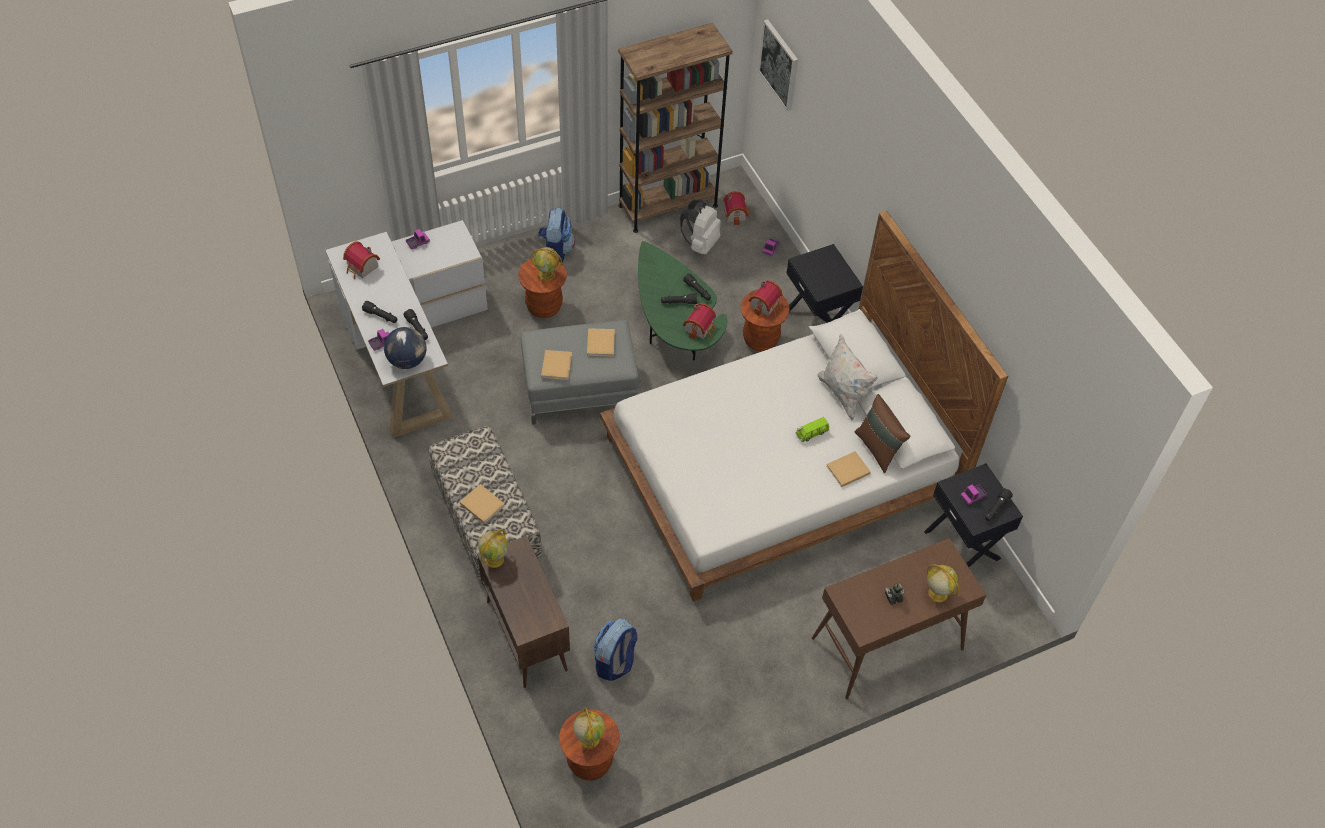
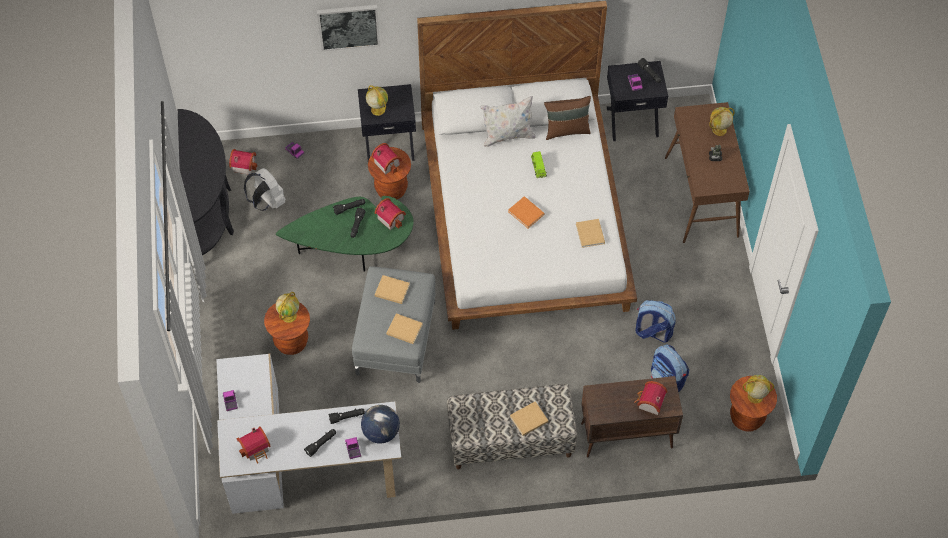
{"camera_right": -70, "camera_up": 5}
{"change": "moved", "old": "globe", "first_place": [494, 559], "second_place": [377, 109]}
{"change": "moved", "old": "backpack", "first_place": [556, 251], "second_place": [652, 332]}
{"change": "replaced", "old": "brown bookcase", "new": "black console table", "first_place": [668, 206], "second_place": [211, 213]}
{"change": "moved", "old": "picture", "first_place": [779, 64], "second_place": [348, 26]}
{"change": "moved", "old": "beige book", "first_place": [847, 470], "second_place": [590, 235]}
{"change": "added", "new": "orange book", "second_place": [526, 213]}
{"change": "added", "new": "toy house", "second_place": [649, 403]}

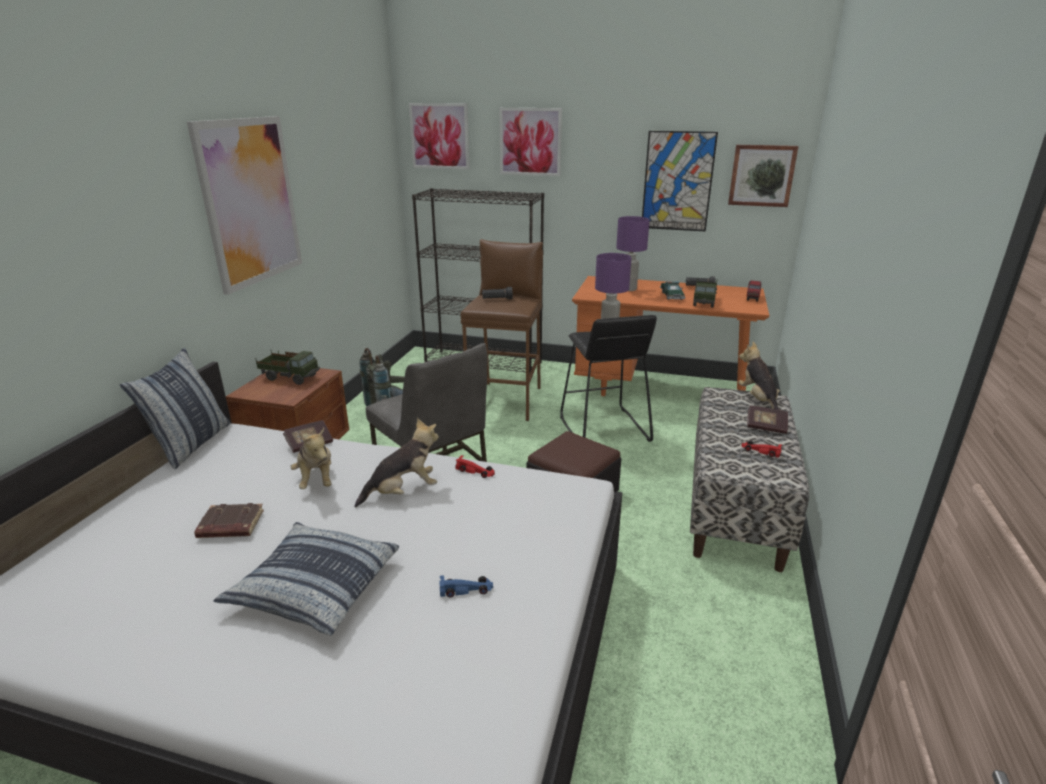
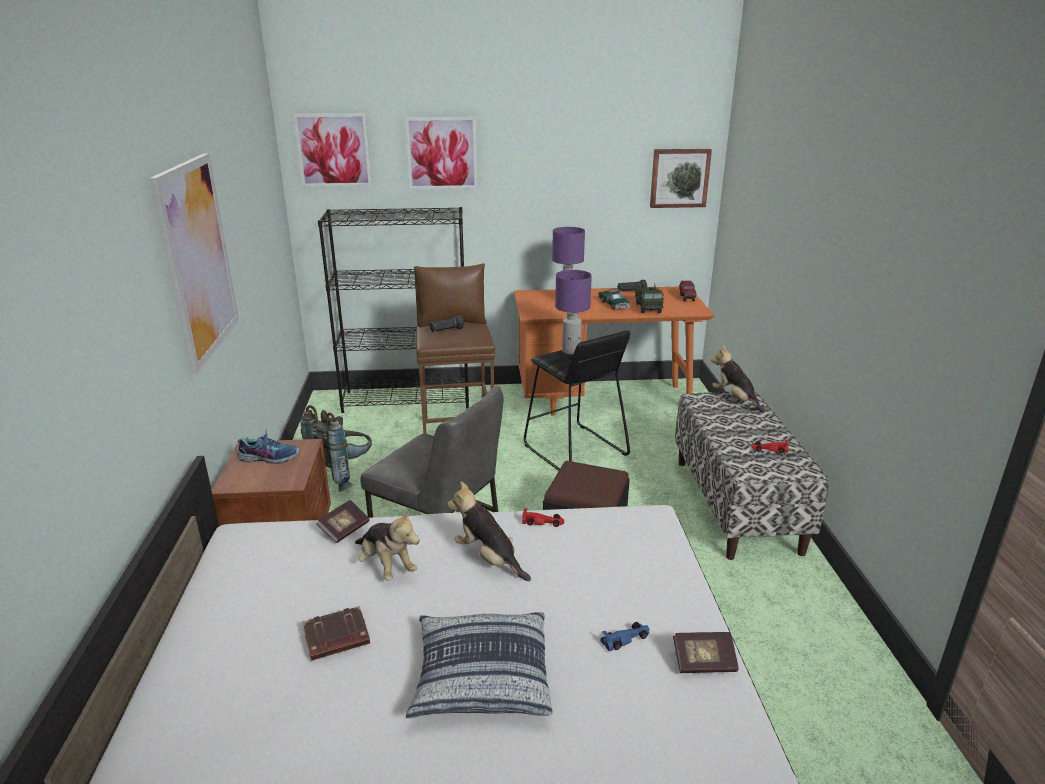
{"camera_right": -20, "camera_up": 0}
{"change": "removed", "old": "pillow", "first_place": [191, 444]}
{"change": "replaced", "old": "toy truck", "new": "shoe", "first_place": [290, 377], "second_place": [269, 457]}
{"change": "turned", "old": "plush toy", "first_place": [403, 492], "second_place": [488, 559], "degrees": -90}
{"change": "removed", "old": "picture", "first_place": [677, 181]}
{"change": "moved", "old": "book", "first_place": [766, 427], "second_place": [704, 662]}

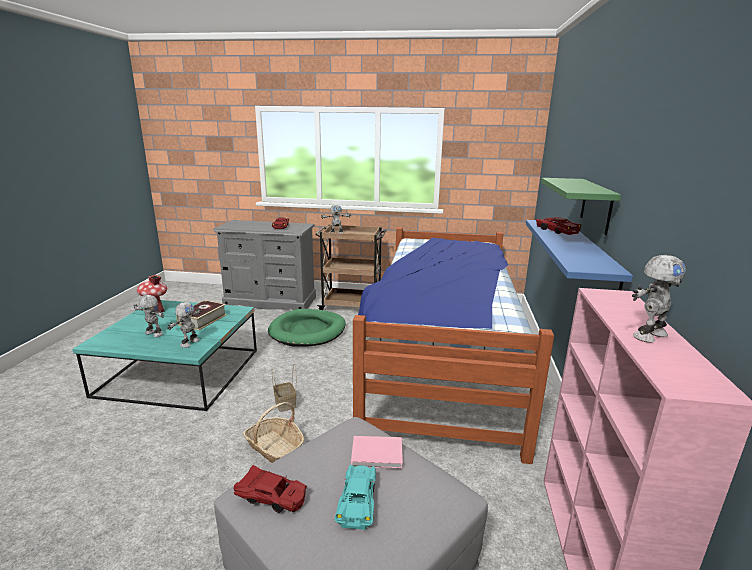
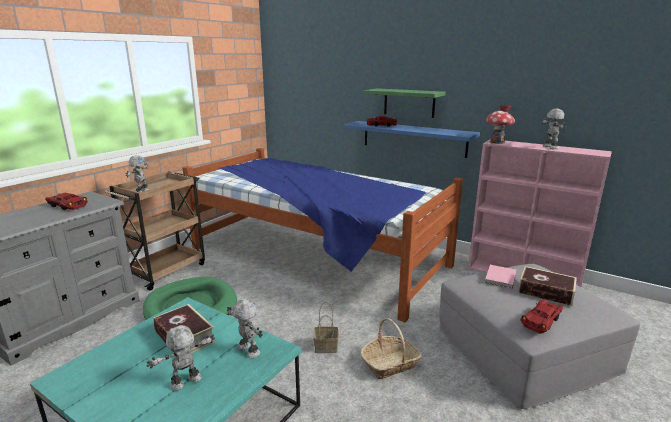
{"camera_right": -65, "camera_up": 0}
{"change": "moved", "old": "toy house", "first_place": [155, 310], "second_place": [497, 142]}
{"change": "replaced", "old": "turquoise toy car", "new": "book", "first_place": [358, 501], "second_place": [545, 291]}

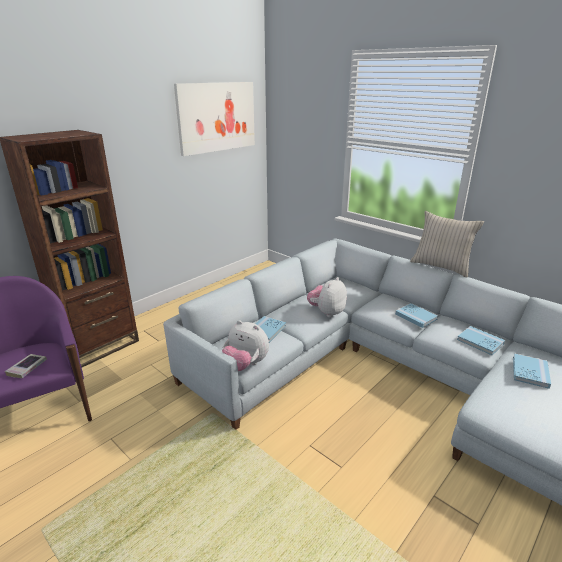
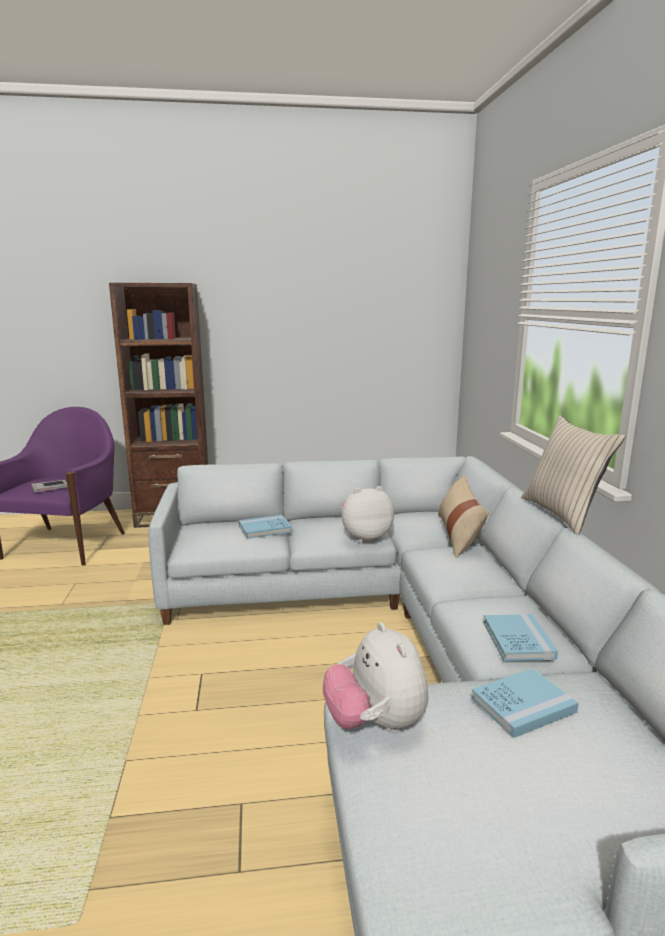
{"camera_right": 40, "camera_up": -10}
{"change": "removed", "old": "picture", "first_place": [217, 117]}
{"change": "moved", "old": "plush toy", "first_place": [245, 365], "second_place": [375, 723]}
{"change": "removed", "old": "blue book", "first_place": [415, 317]}
{"change": "added", "new": "beige pillow", "second_place": [459, 535]}

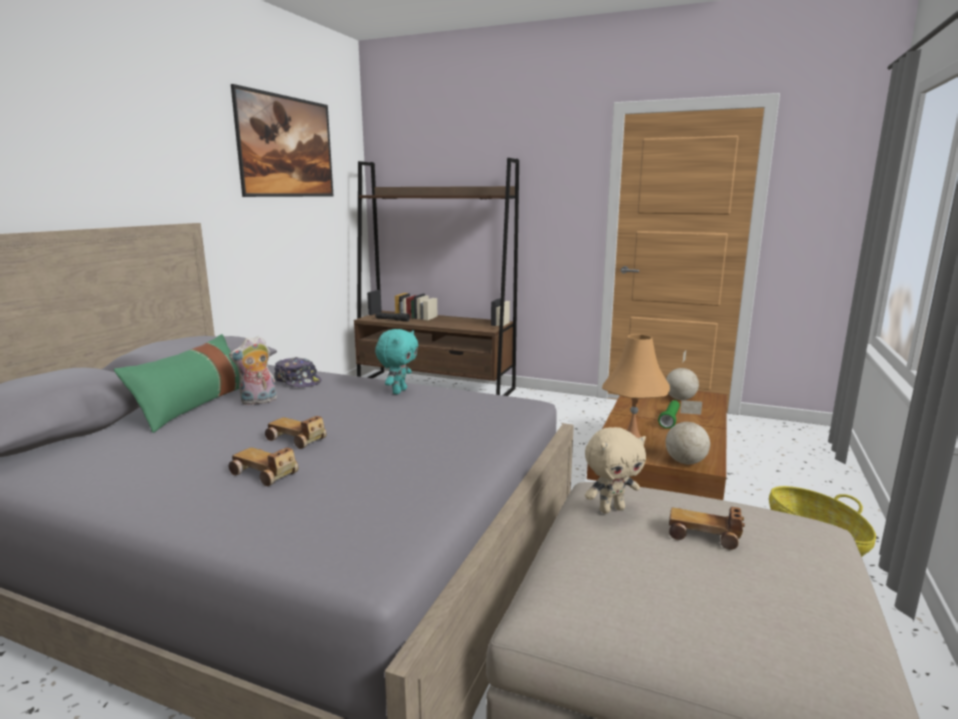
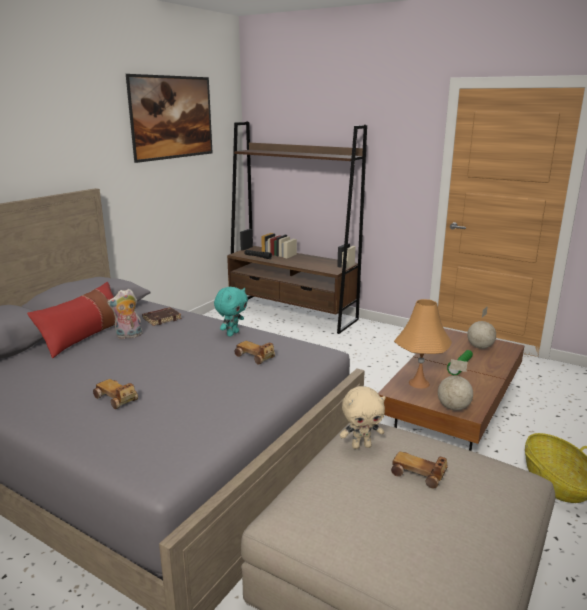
{"camera_right": 10, "camera_up": 5}
{"change": "recoloured", "old": "green pillow", "new": "red pillow", "first_place": [194, 405], "second_place": [84, 336]}
{"change": "moved", "old": "toy car", "first_place": [297, 440], "second_place": [255, 357]}
{"change": "replaced", "old": "cap", "new": "brown book", "first_place": [298, 381], "second_place": [162, 319]}

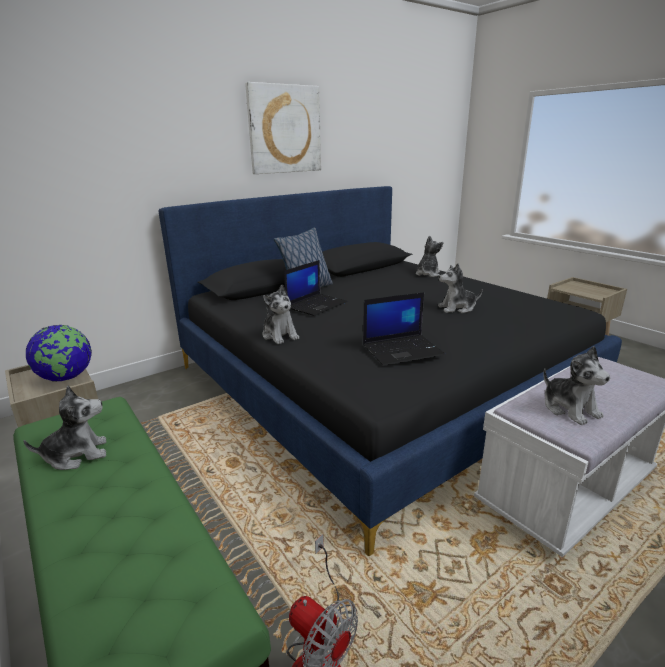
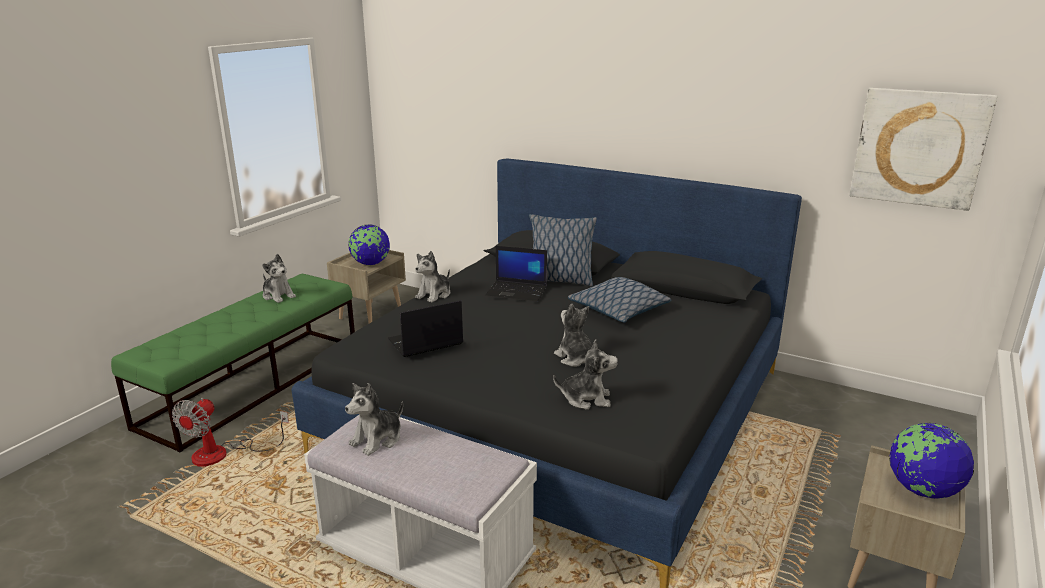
{"camera_right": 65, "camera_up": 0}
{"change": "moved", "old": "picture", "first_place": [284, 129], "second_place": [919, 148]}
{"change": "turned", "old": "laptop", "first_place": [403, 349], "second_place": [425, 342], "degrees": 105}
{"change": "moved", "old": "plush toy", "first_place": [427, 274], "second_place": [586, 399]}
{"change": "added", "new": "pillow", "second_place": [619, 310]}
{"change": "added", "new": "globe", "second_place": [922, 490]}

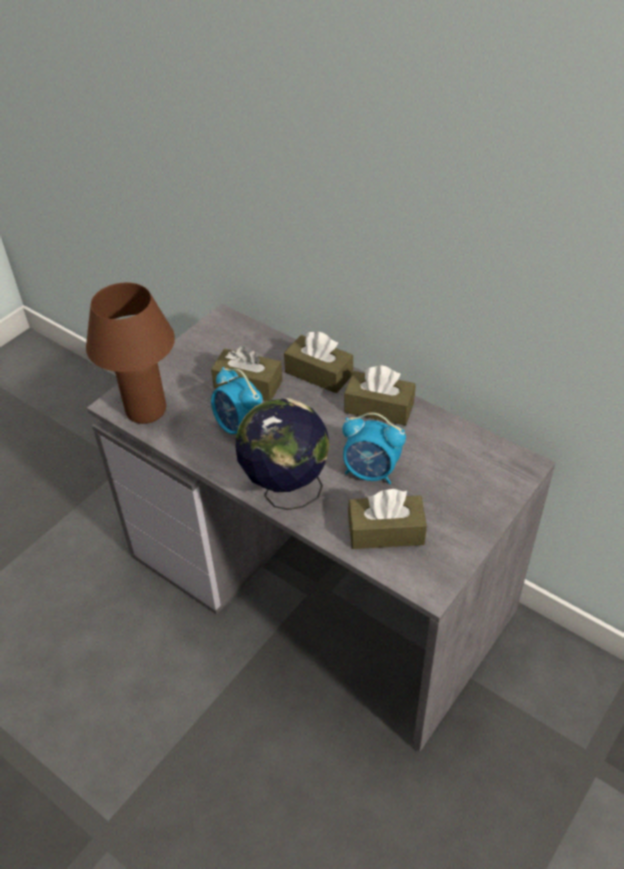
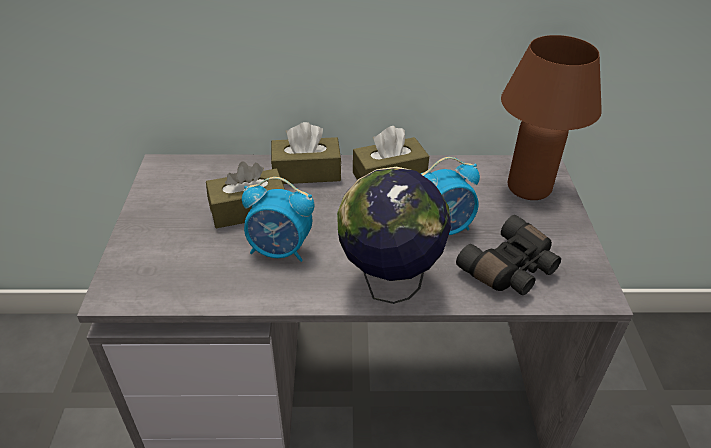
{"camera_right": -40, "camera_up": -5}
{"change": "moved", "old": "brown table lamp", "first_place": [146, 410], "second_place": [529, 188]}
{"change": "replaced", "old": "brown tissue box", "new": "black binoculars", "first_place": [386, 531], "second_place": [511, 269]}

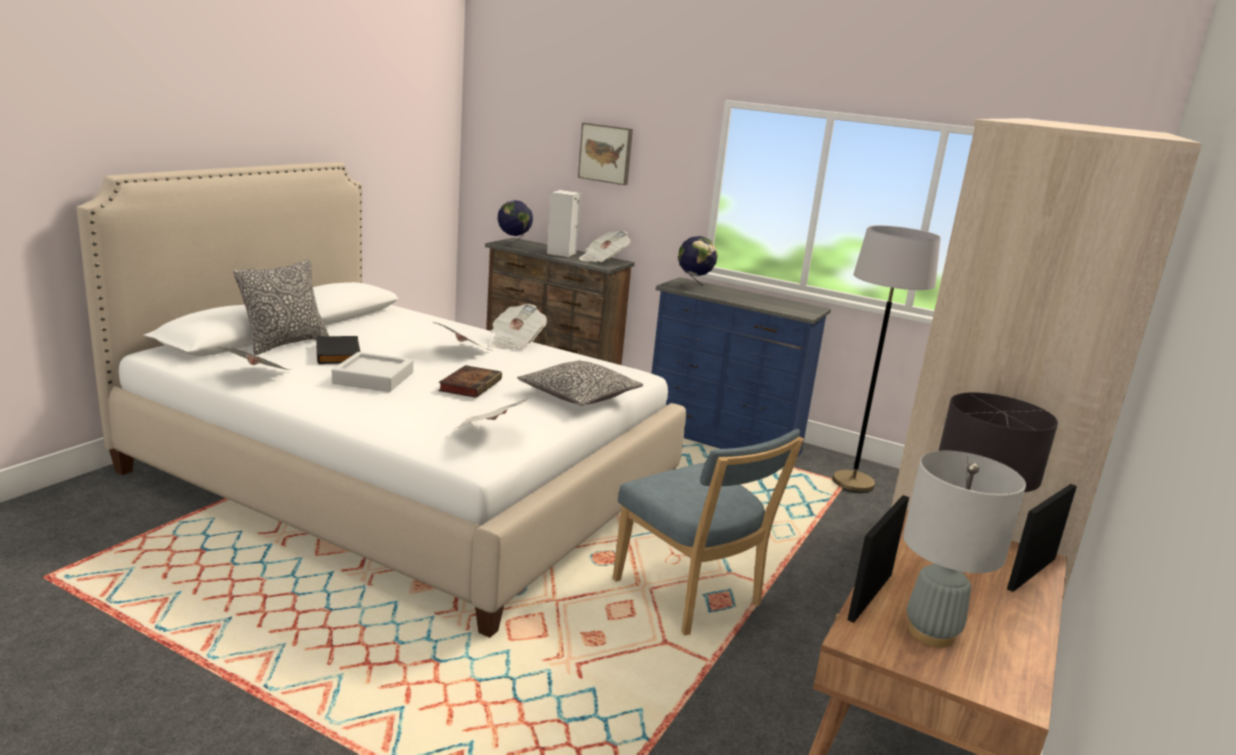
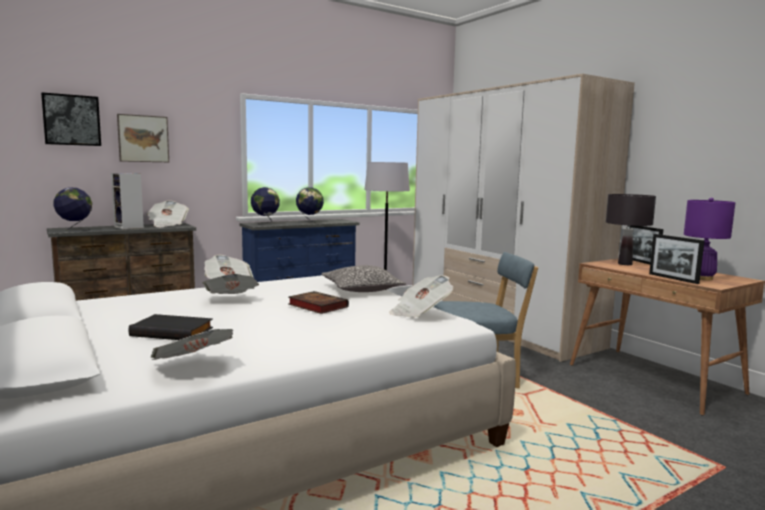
{"camera_right": -60, "camera_up": -10}
{"change": "removed", "old": "pillow", "first_place": [285, 343]}
{"change": "removed", "old": "grey tray", "first_place": [373, 378]}
{"change": "recoloured", "old": "grey table lamp", "new": "purple table lamp", "first_place": [931, 633], "second_place": [702, 278]}
{"change": "added", "new": "picture", "second_place": [71, 120]}
{"change": "added", "new": "globe", "second_place": [309, 222]}

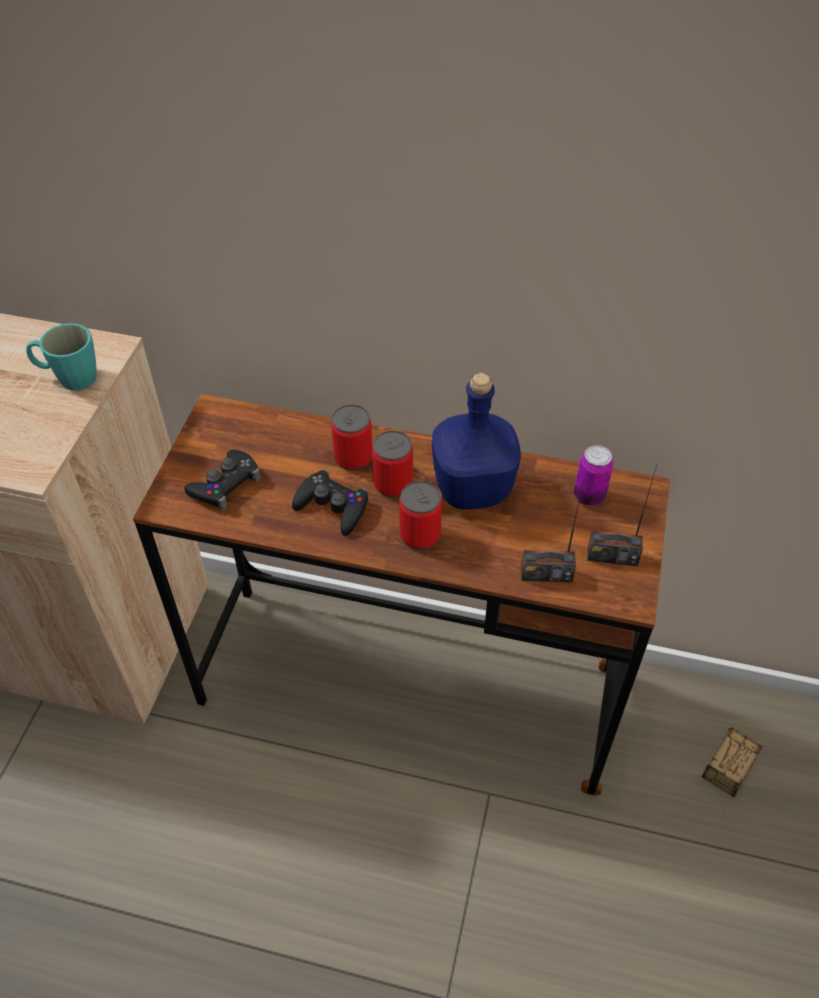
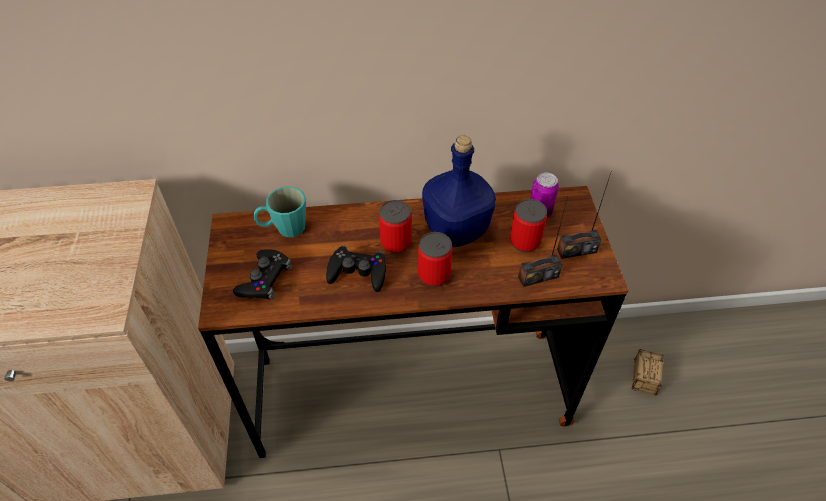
{"camera_right": -20, "camera_up": 0}
{"change": "moved", "old": "turquoise mug", "first_place": [69, 377], "second_place": [284, 228]}
{"change": "moved", "old": "can", "first_place": [353, 458], "second_place": [524, 241]}

